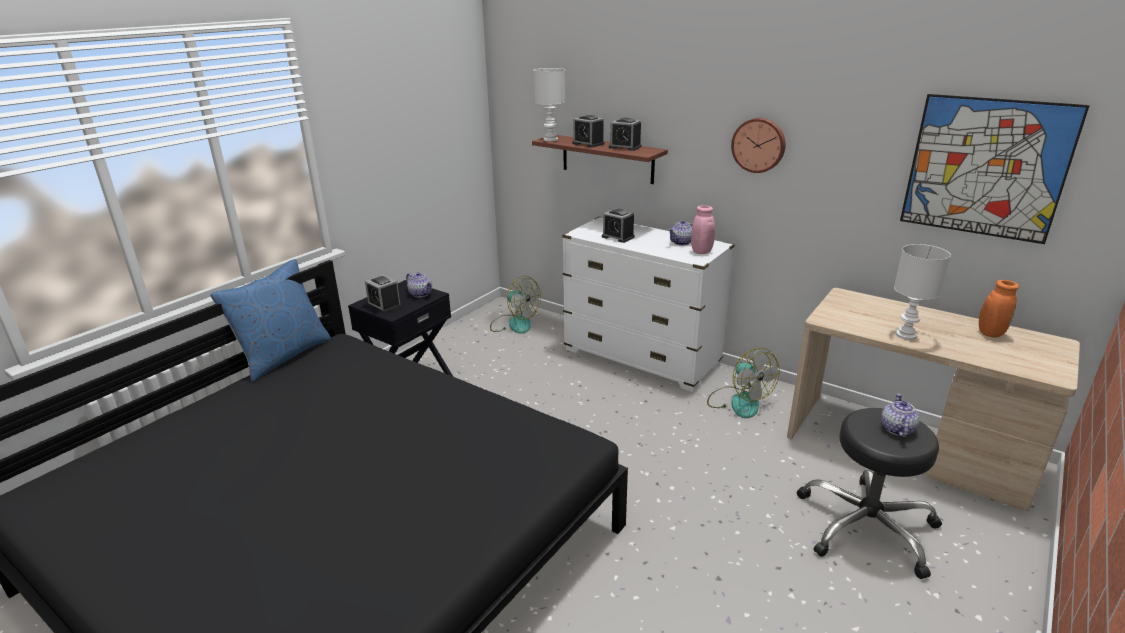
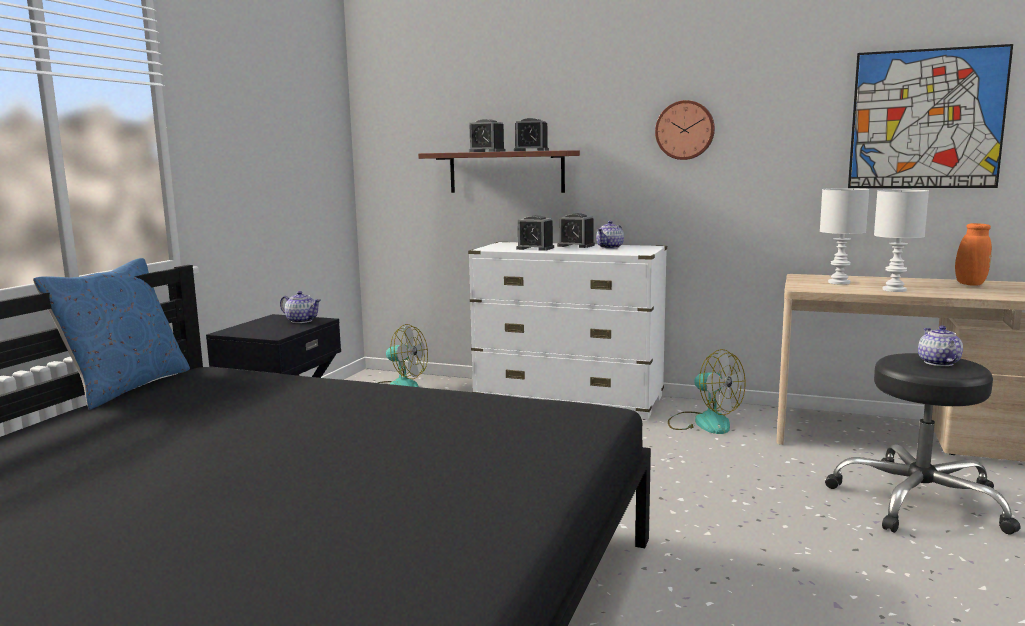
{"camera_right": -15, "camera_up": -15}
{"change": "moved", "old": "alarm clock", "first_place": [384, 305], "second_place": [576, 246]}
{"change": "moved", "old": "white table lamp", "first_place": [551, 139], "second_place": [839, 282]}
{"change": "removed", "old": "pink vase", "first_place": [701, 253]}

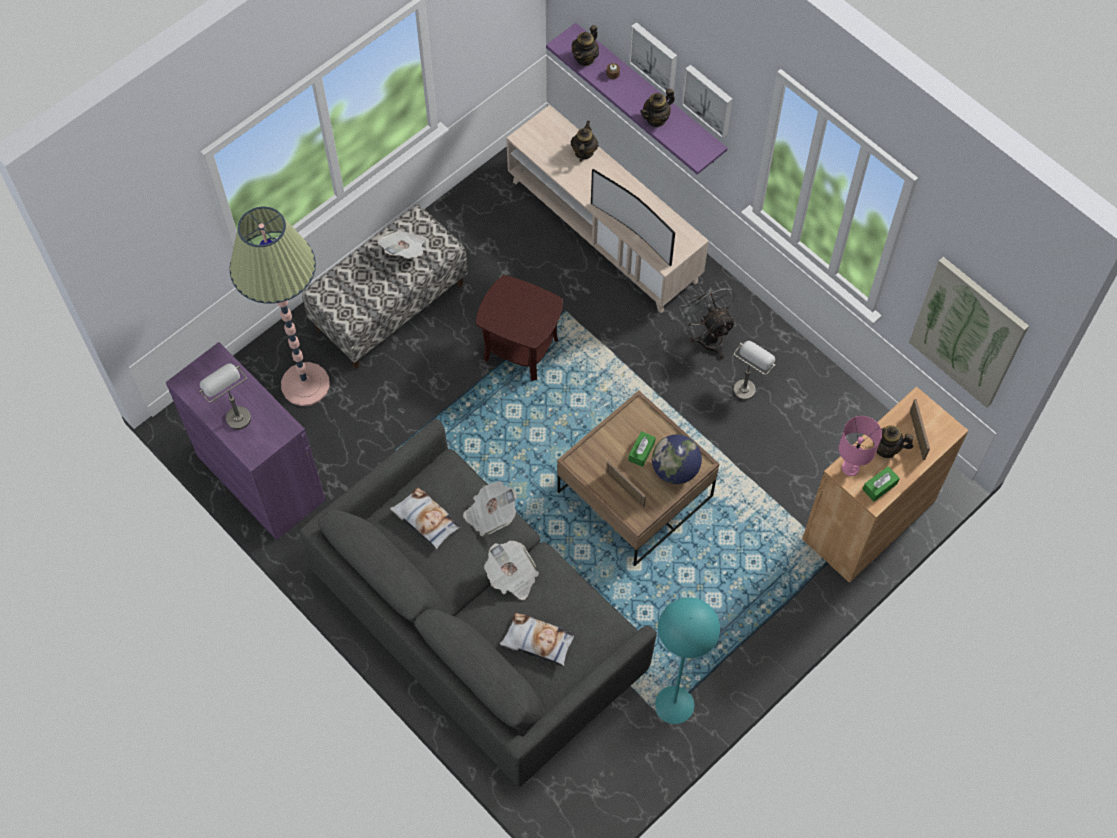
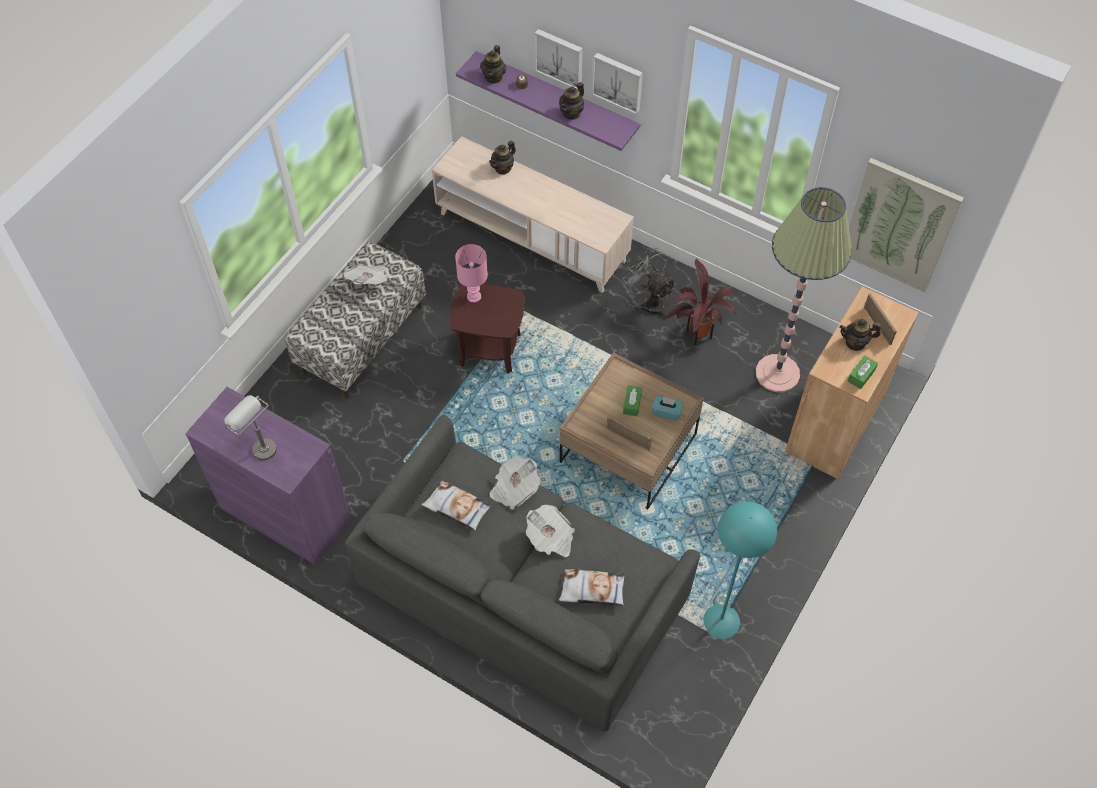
{"camera_right": -15, "camera_up": -5}
{"change": "moved", "old": "floor lamp", "first_place": [305, 384], "second_place": [777, 373]}
{"change": "turned", "old": "teapot", "first_place": [583, 152], "second_place": [503, 168], "degrees": -135}
{"change": "removed", "old": "television", "first_place": [633, 231]}
{"change": "replaced", "old": "globe", "new": "turquoise tissue box", "first_place": [675, 470], "second_place": [666, 412]}
{"change": "replaced", "old": "grey table lamp", "new": "potted plant", "first_place": [748, 384], "second_place": [695, 334]}
{"change": "moved", "old": "pink table lamp", "first_place": [850, 467], "second_place": [474, 296]}

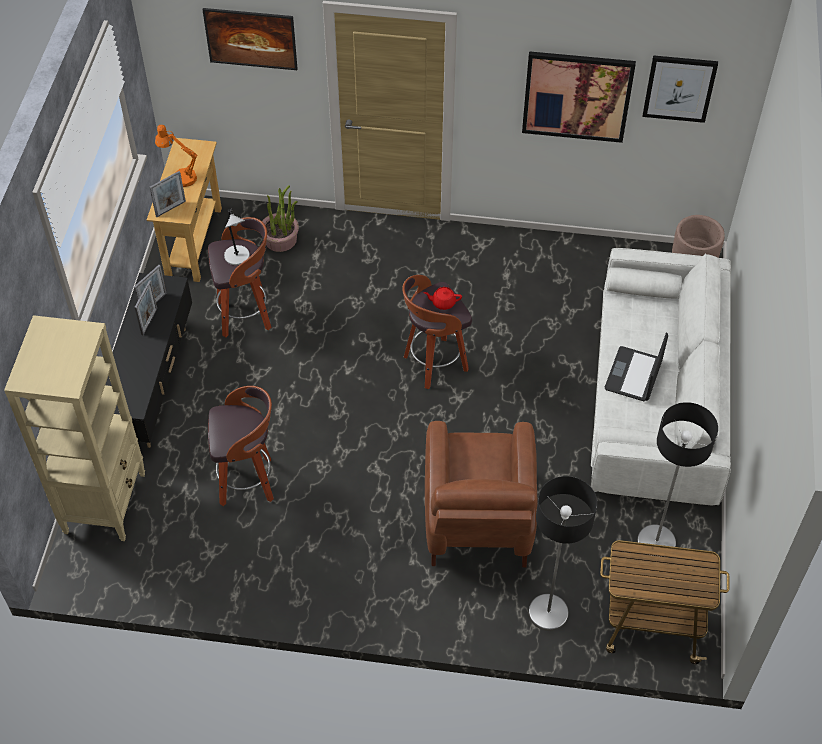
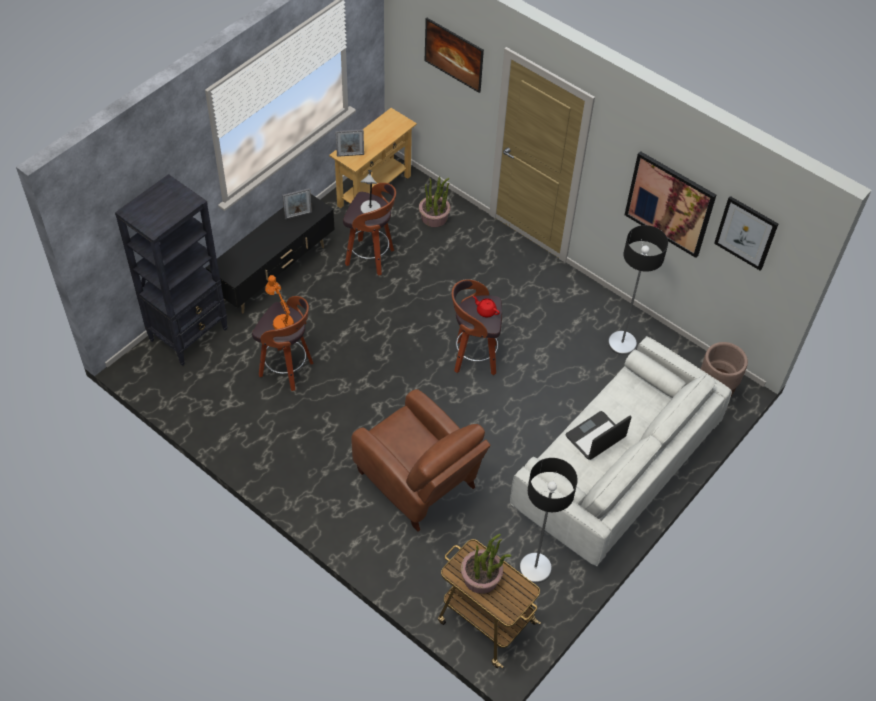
{"camera_right": 30, "camera_up": 0}
{"change": "recoloured", "old": "beige bookcase", "new": "black bookcase", "first_place": [105, 502], "second_place": [189, 334]}
{"change": "removed", "old": "picture frame", "first_place": [149, 321]}
{"change": "moved", "old": "orange table lamp", "first_place": [180, 177], "second_place": [281, 320]}
{"change": "turned", "old": "brown armchair", "first_place": [477, 522], "second_place": [419, 482], "degrees": -75}
{"change": "moved", "old": "floor lamp", "first_place": [548, 613], "second_place": [622, 343]}
{"change": "added", "new": "potted plant", "second_place": [481, 577]}

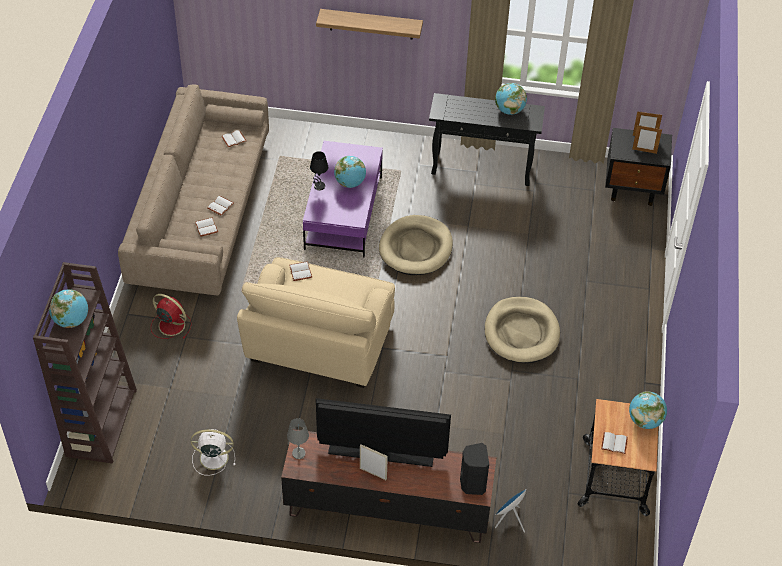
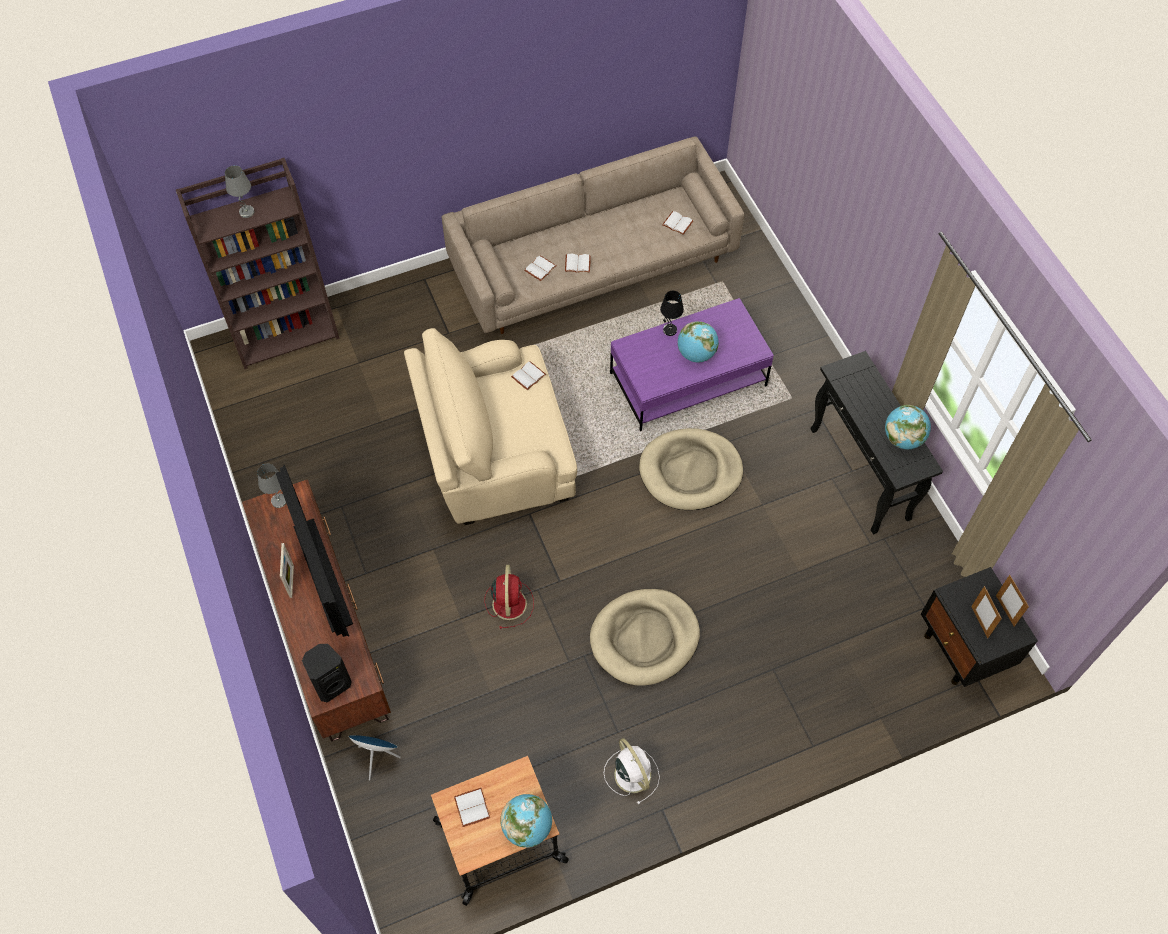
{"camera_right": 60, "camera_up": 10}
{"change": "replaced", "old": "globe", "new": "grey table lamp", "first_place": [71, 320], "second_place": [247, 212]}
{"change": "moved", "old": "red fan", "first_place": [170, 325], "second_place": [509, 602]}
{"change": "moved", "old": "white fan", "first_place": [212, 457], "second_place": [631, 773]}
{"change": "removed", "old": "shelf", "first_place": [371, 24]}

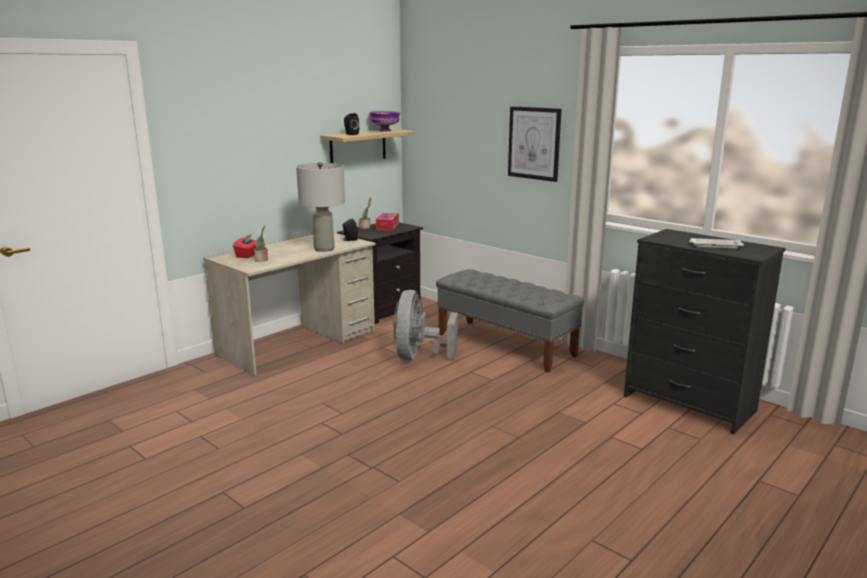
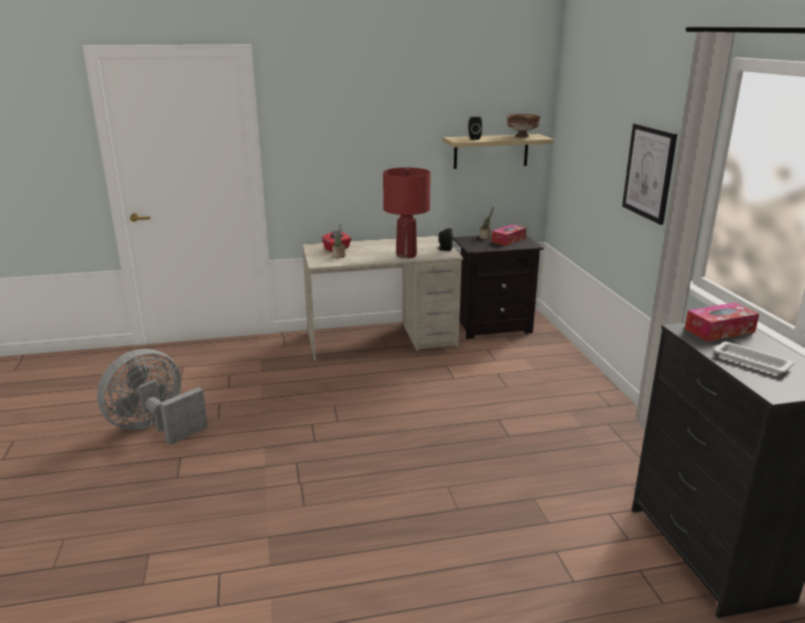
{"camera_right": 35, "camera_up": 5}
{"change": "recoloured", "old": "grey table lamp", "new": "red table lamp", "first_place": [324, 249], "second_place": [406, 255]}
{"change": "recoloured", "old": "purple bowl", "new": "brown bowl", "first_place": [385, 131], "second_place": [522, 136]}
{"change": "moved", "old": "grey fan", "first_place": [418, 357], "second_place": [155, 428]}
{"change": "removed", "old": "grey bench", "first_place": [505, 345]}
{"change": "added", "new": "tissue box", "second_place": [719, 330]}

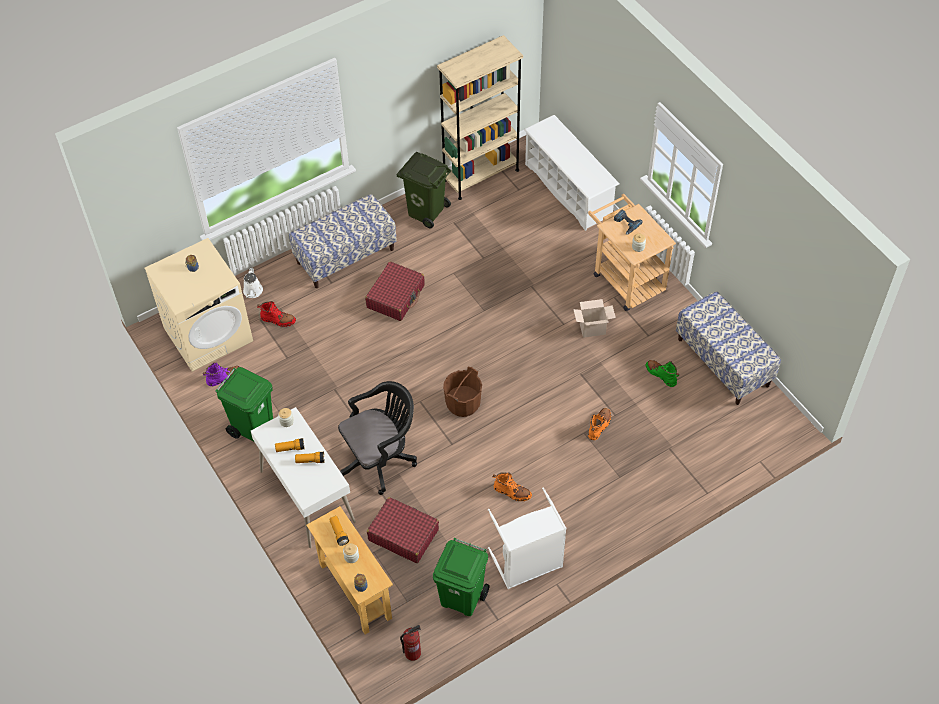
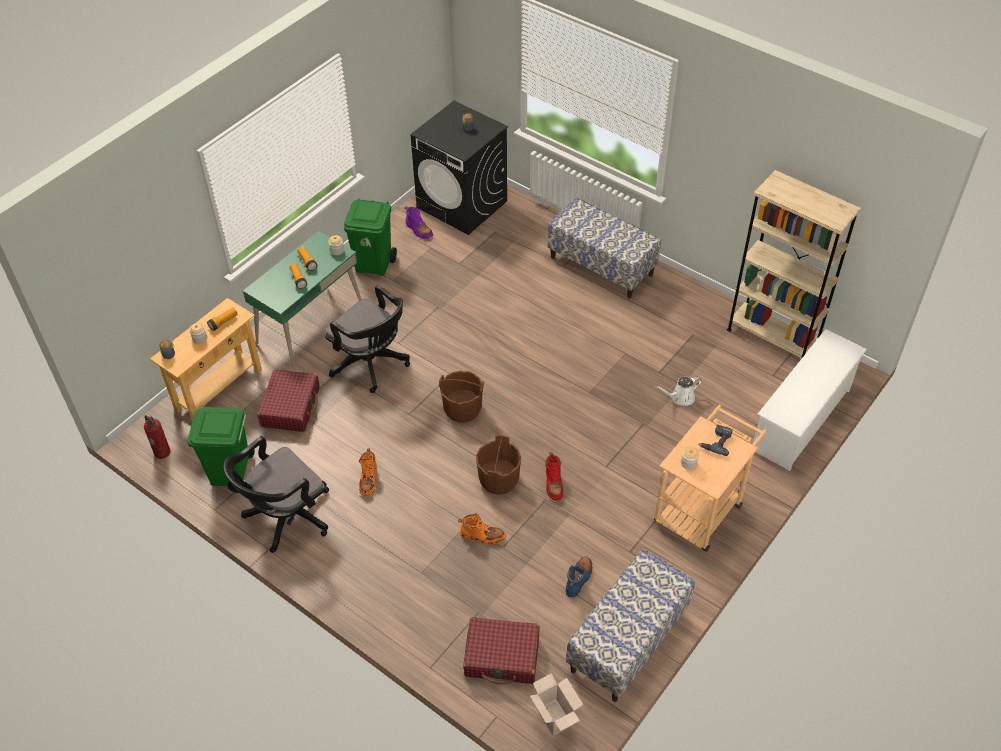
{"camera_right": 70, "camera_up": -5}
{"change": "recoloured", "old": "beige washing machine", "new": "black washing machine", "first_place": [208, 334], "second_place": [462, 204]}
{"change": "moved", "old": "white watering can", "first_place": [253, 292], "second_place": [680, 398]}
{"change": "recoloured", "old": "white desk", "new": "green desk", "first_place": [307, 497], "second_place": [310, 325]}
{"change": "moved", "old": "red boot", "first_place": [278, 320], "second_place": [553, 484]}
{"change": "moved", "old": "red suitcase", "first_place": [396, 296], "second_place": [502, 656]}
{"change": "removed", "old": "green trash can", "first_place": [426, 211]}
{"change": "replaced", "old": "white laundry basket", "new": "black office chair", "first_place": [528, 564], "second_place": [285, 518]}
{"change": "moved", "old": "cardboard box", "first_place": [593, 328], "second_place": [556, 717]}
{"change": "recoloured", "old": "green boot", "new": "blue boot", "first_place": [661, 375], "second_place": [579, 579]}
{"change": "added", "new": "brown bucket", "second_place": [499, 479]}

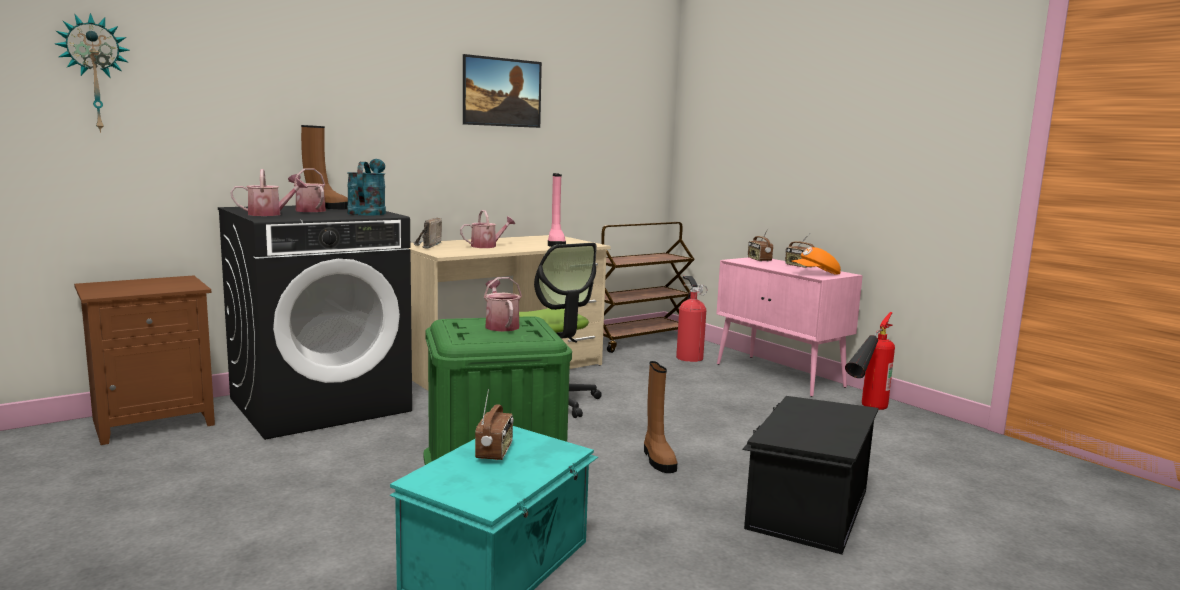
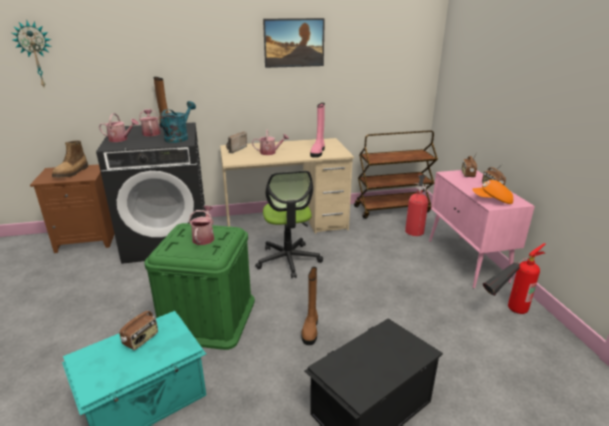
{"camera_right": 25, "camera_up": 15}
{"change": "added", "new": "boot", "second_place": [72, 173]}

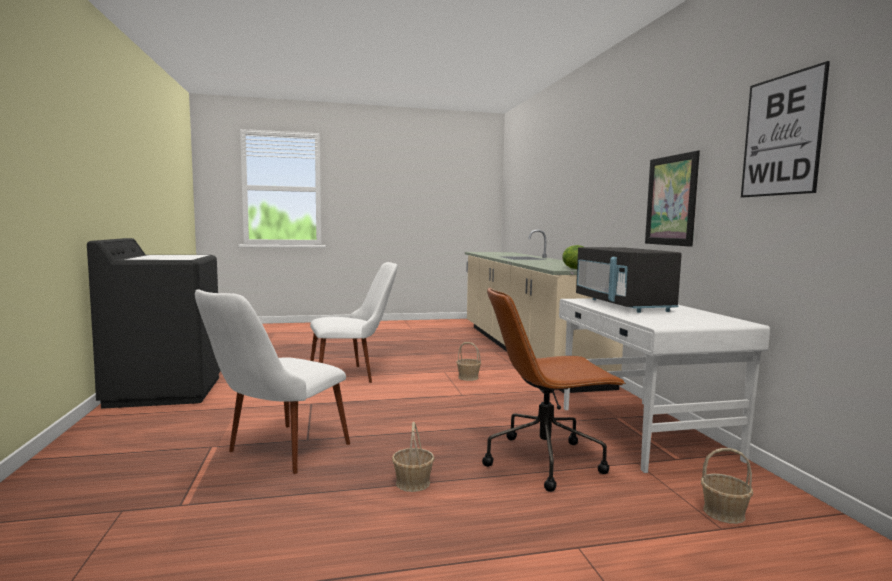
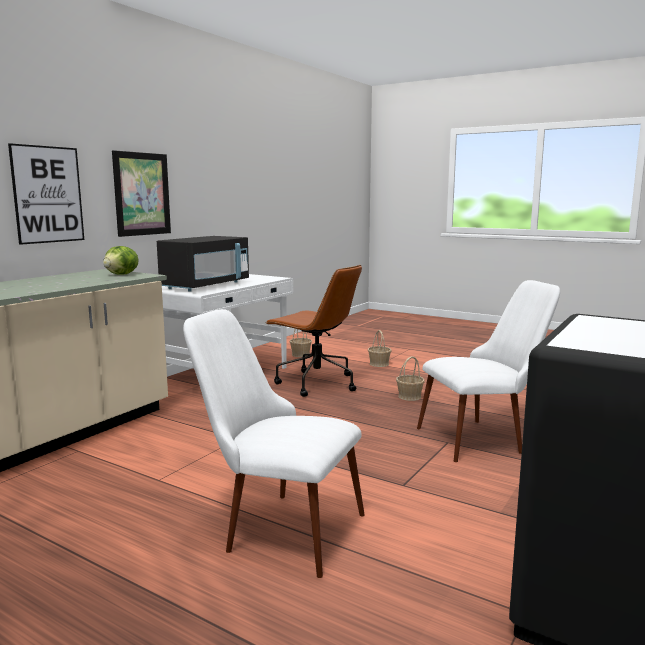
{"camera_right": -135, "camera_up": 5}
{"change": "moved", "old": "basket", "first_place": [468, 377], "second_place": [379, 364]}
{"change": "moved", "old": "picture", "first_place": [782, 135], "second_place": [48, 194]}

